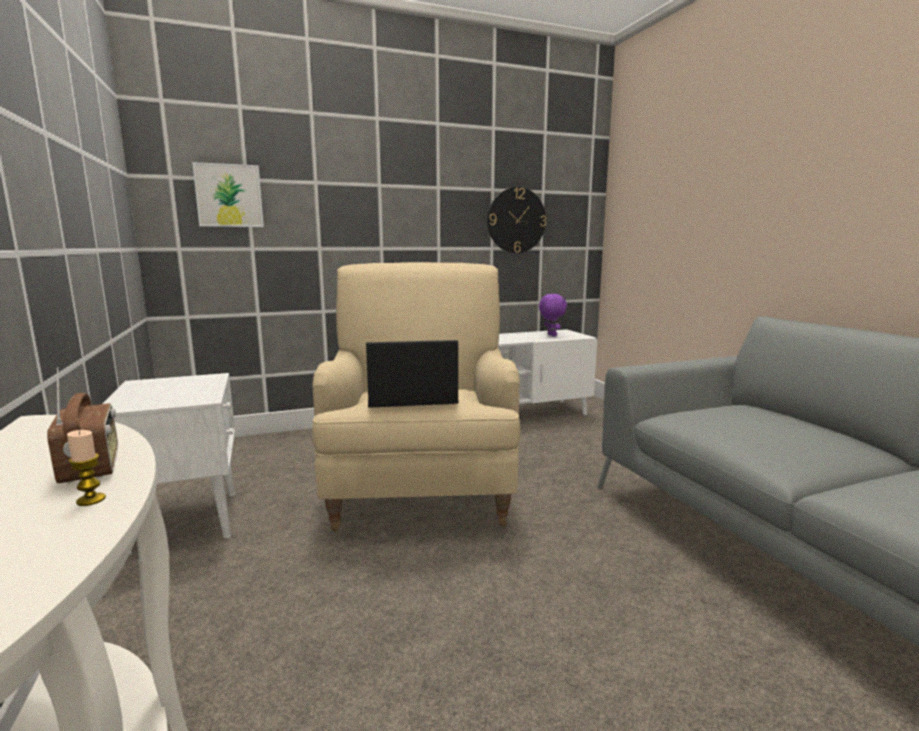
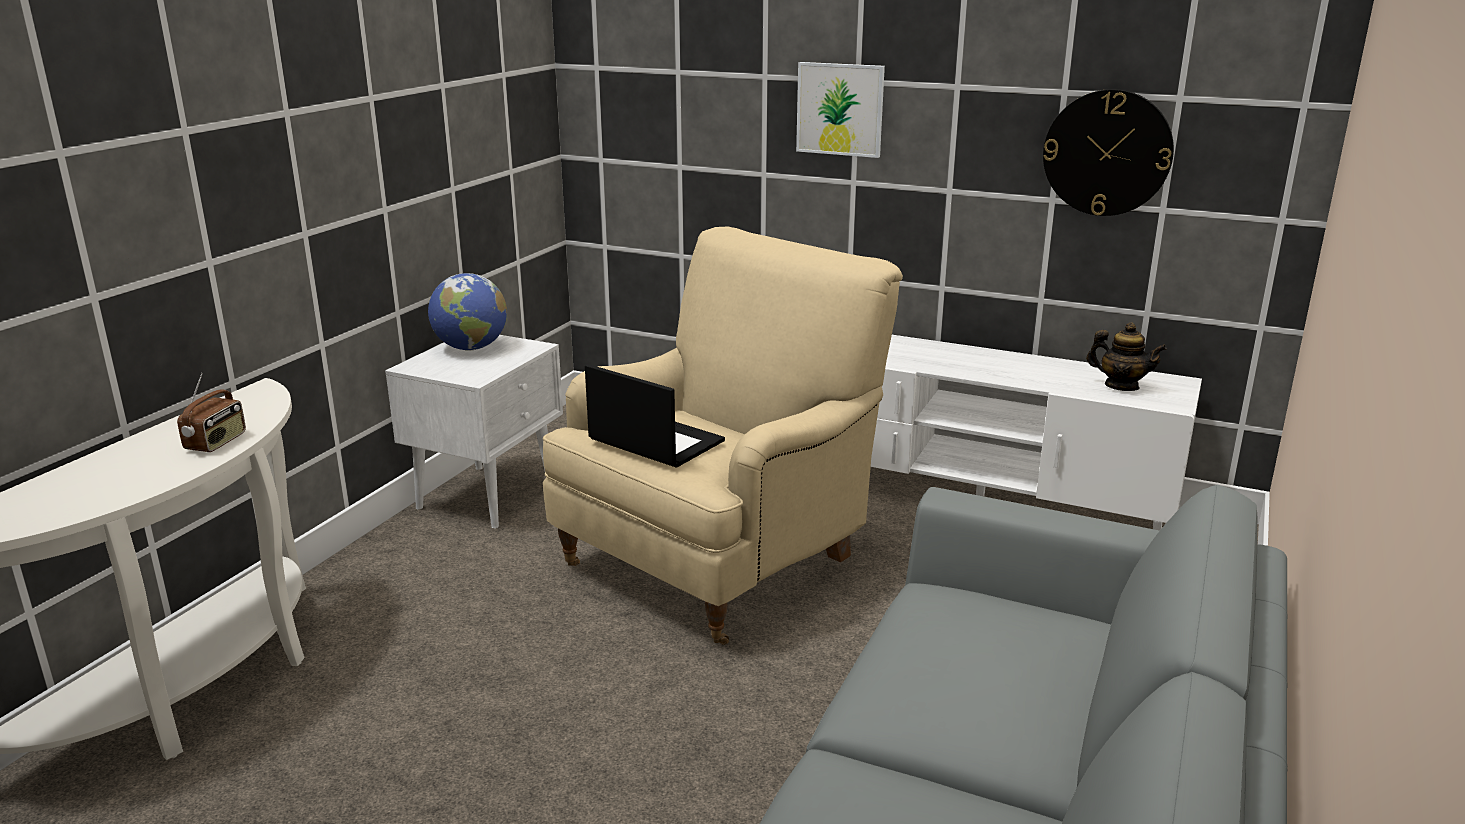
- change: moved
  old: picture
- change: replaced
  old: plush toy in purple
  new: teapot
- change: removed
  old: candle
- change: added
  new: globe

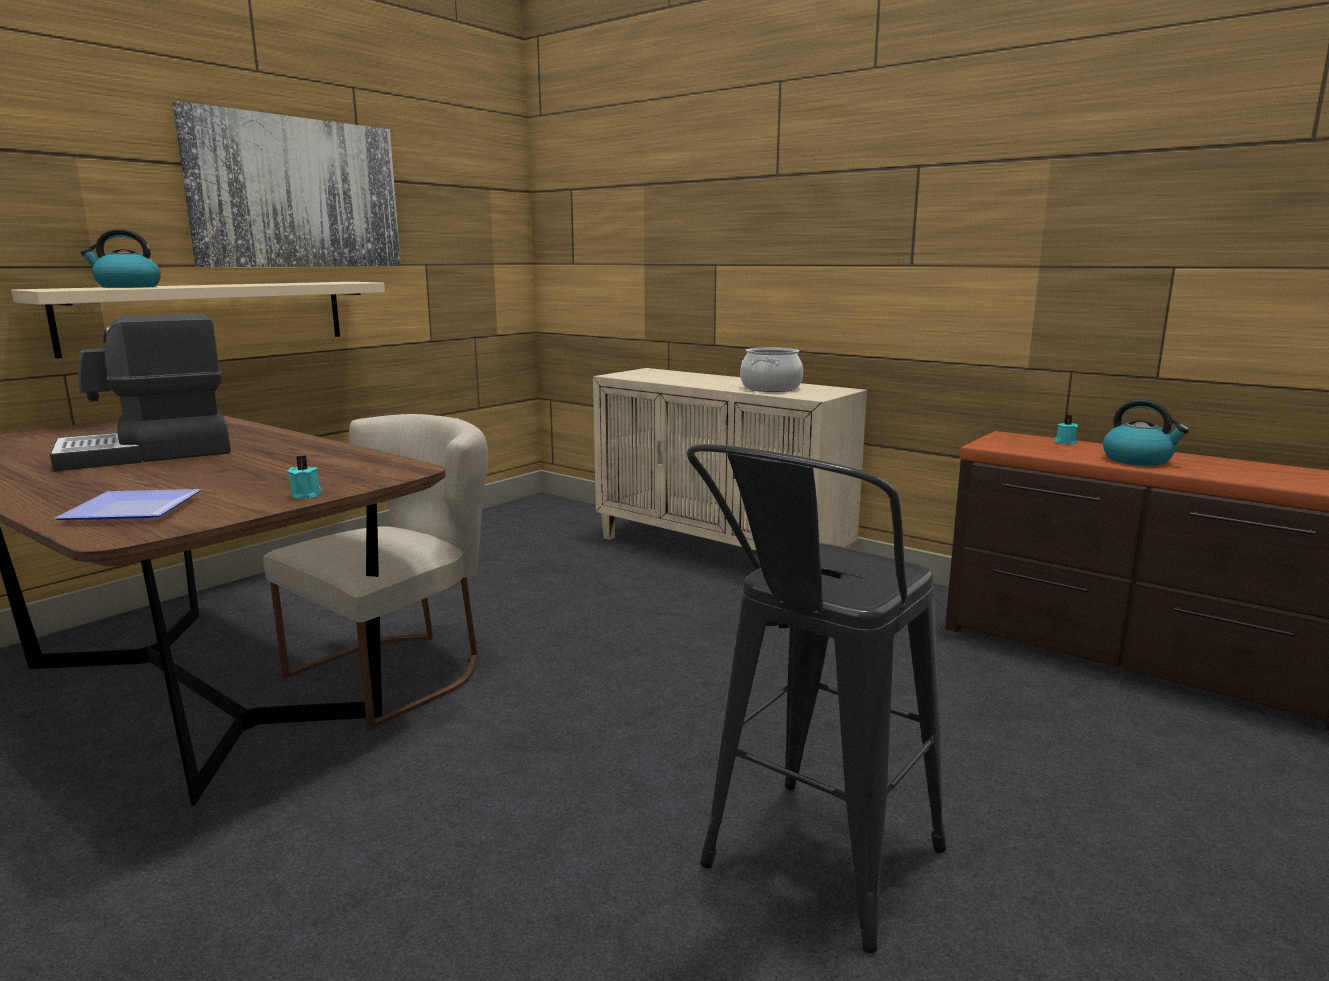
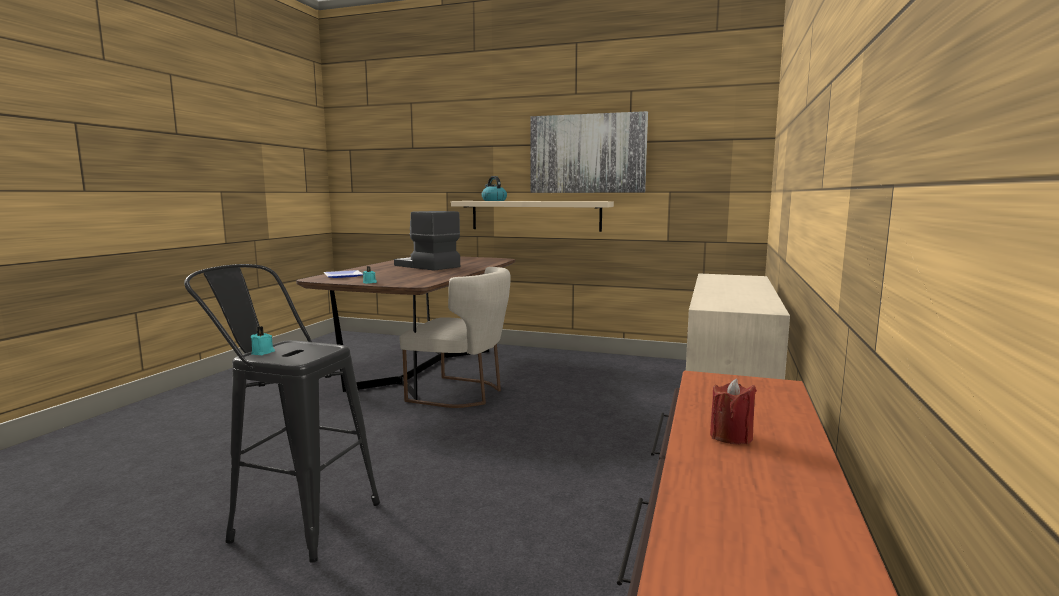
- change: removed
  old: cooking pot
- change: replaced
  old: kettle (2nd from left)
  new: candle in red
- change: moved
  old: candle in turquoise (2nd from left in the first image)
  new: candle in turquoise (1st from left)

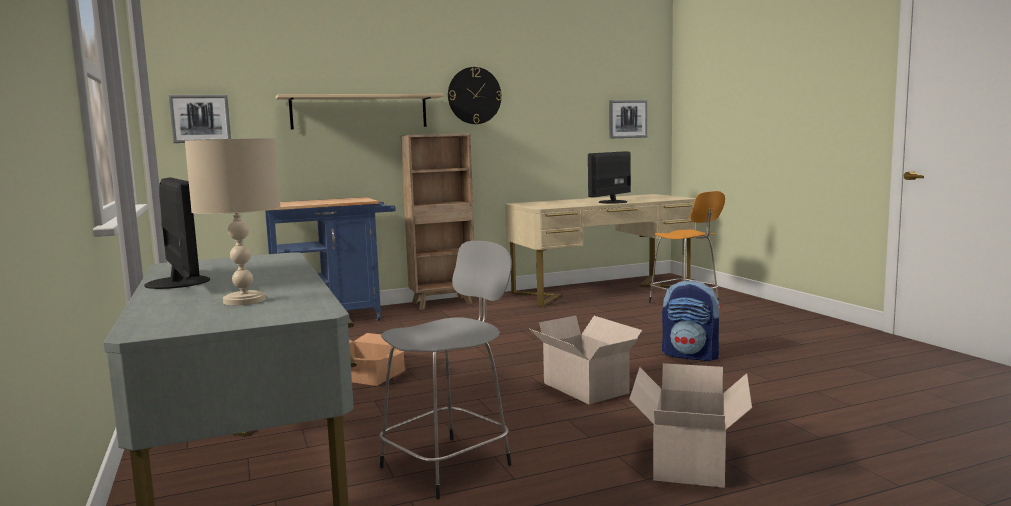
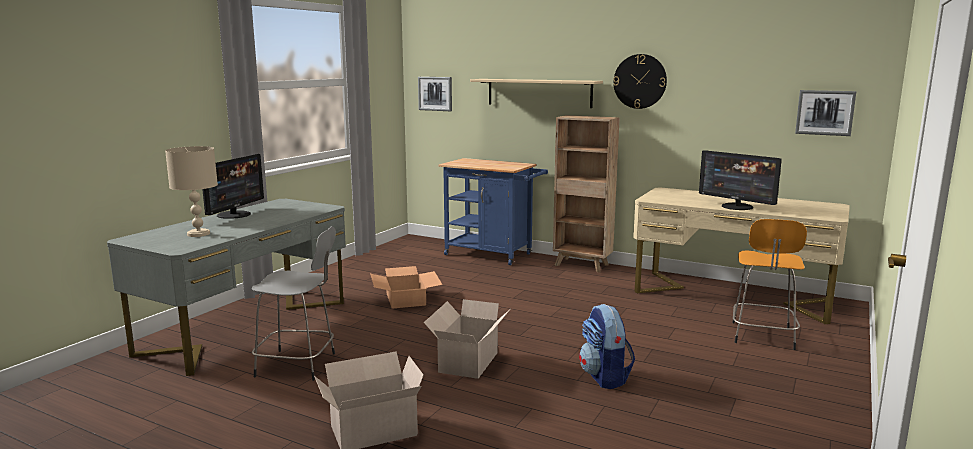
- change: turned
  old: monitor (2nd from left)
  degrees: -135

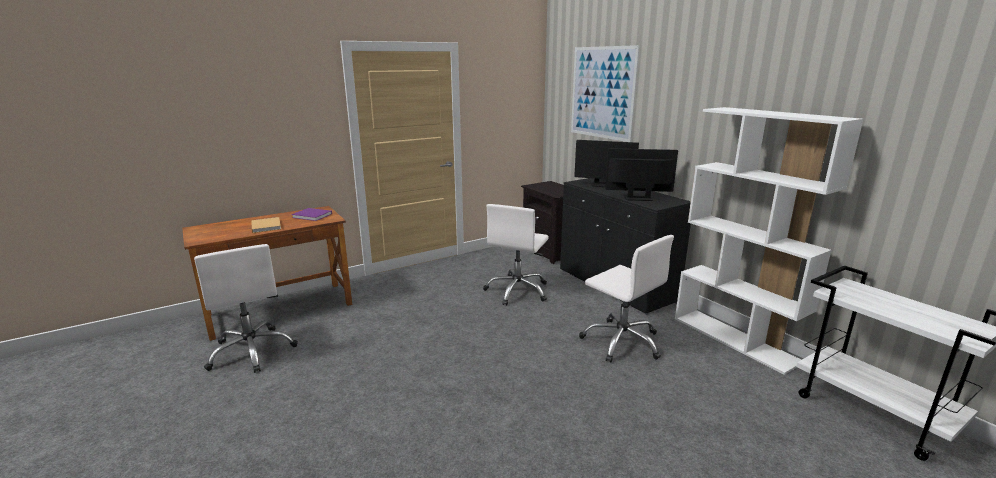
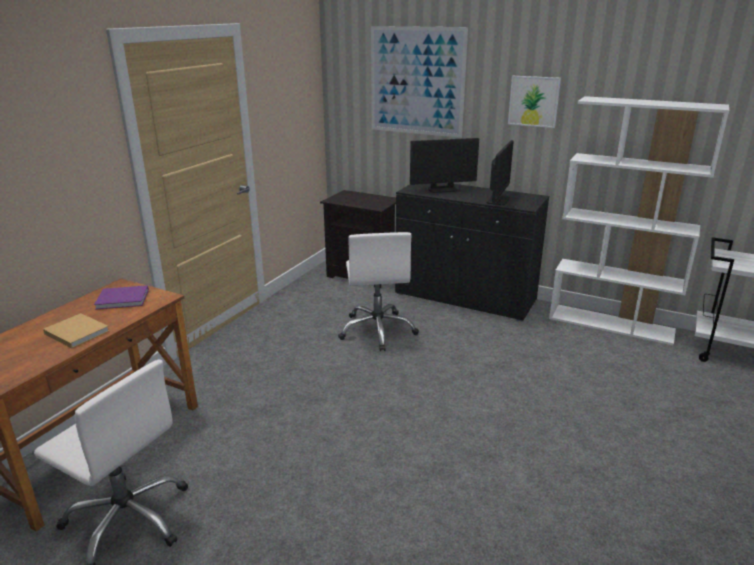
- change: turned
  old: monitor (2nd from left)
  degrees: 135
- change: removed
  old: office chair in white (3rd from left)
- change: added
  new: picture (2nd from left)

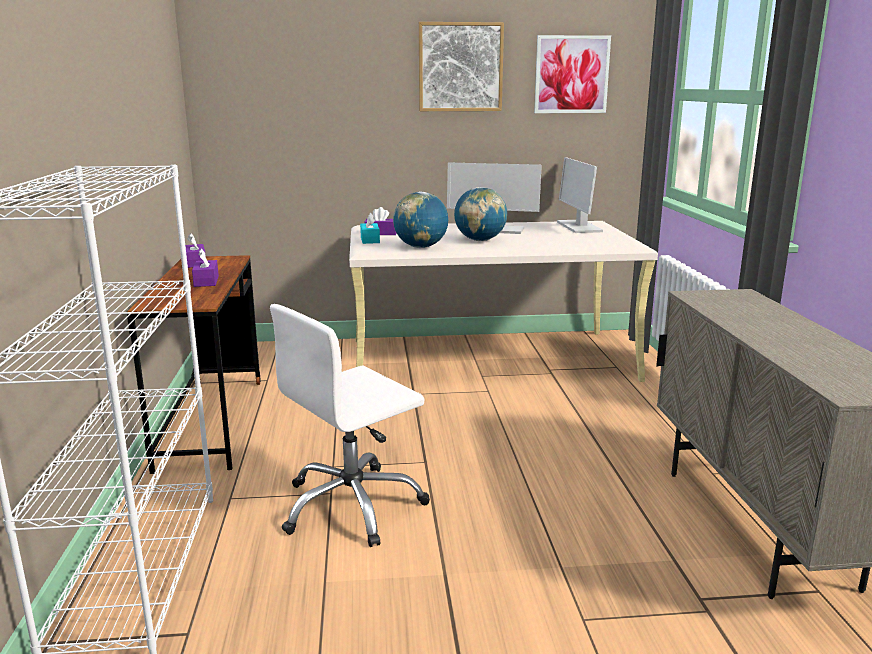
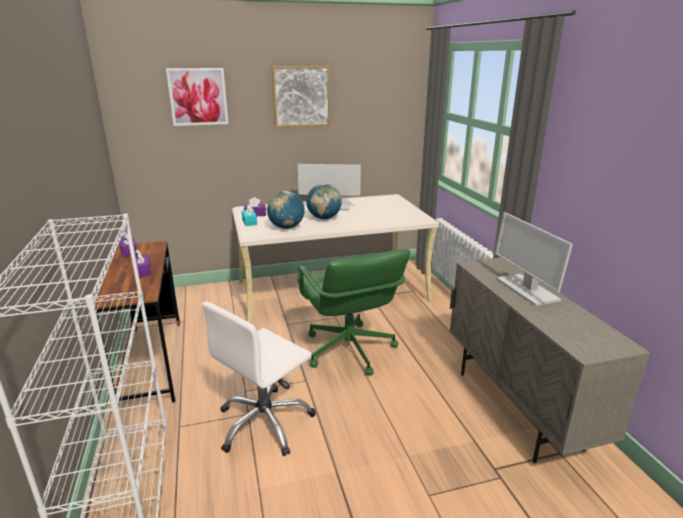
- change: moved
  old: picture (2nd from left in the first image)
  new: picture (1st from left)
- change: moved
  old: monitor (2nd from left)
- change: added
  new: office chair in green

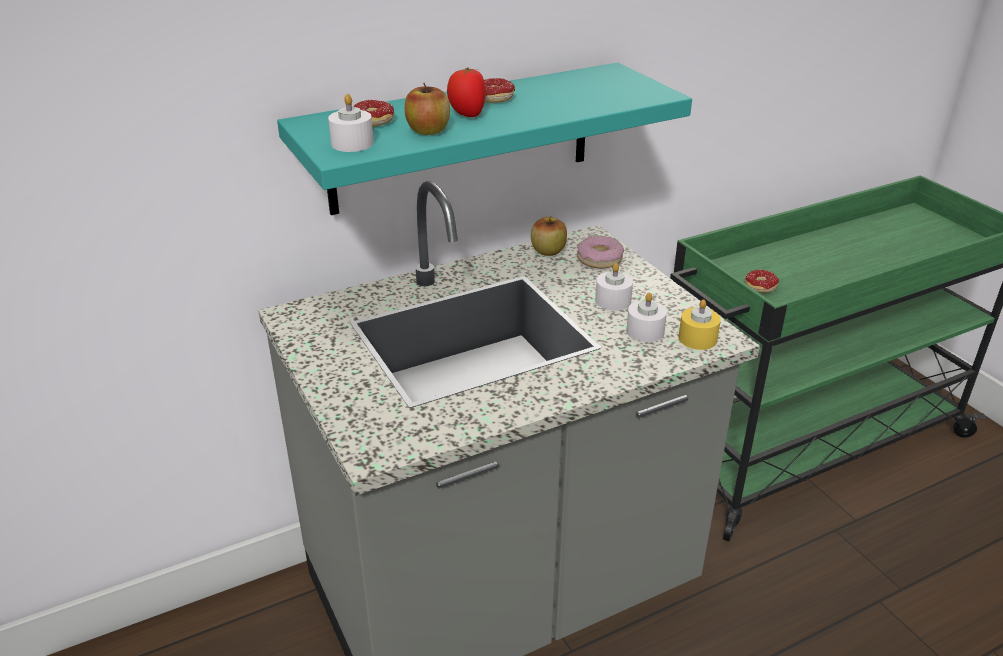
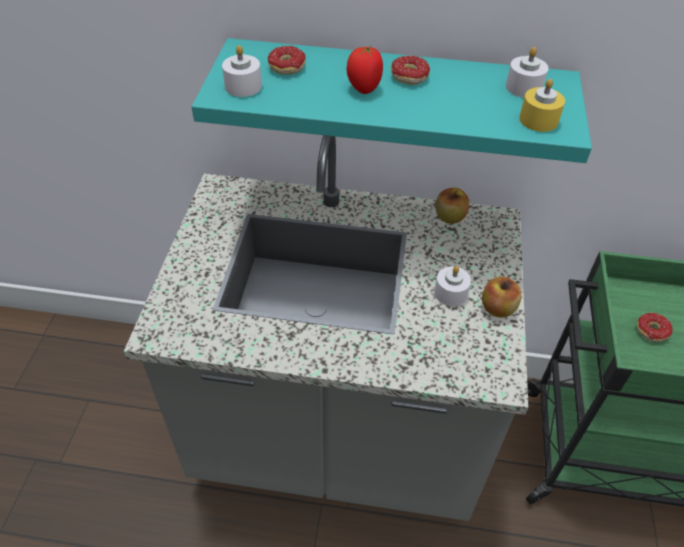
- change: moved
  old: apple (1st from left in the first image)
  new: apple (2nd from left)
- change: removed
  old: donut (3rd from left)
- change: moved
  old: candle in white (3rd from left)
- change: moved
  old: candle in yellow

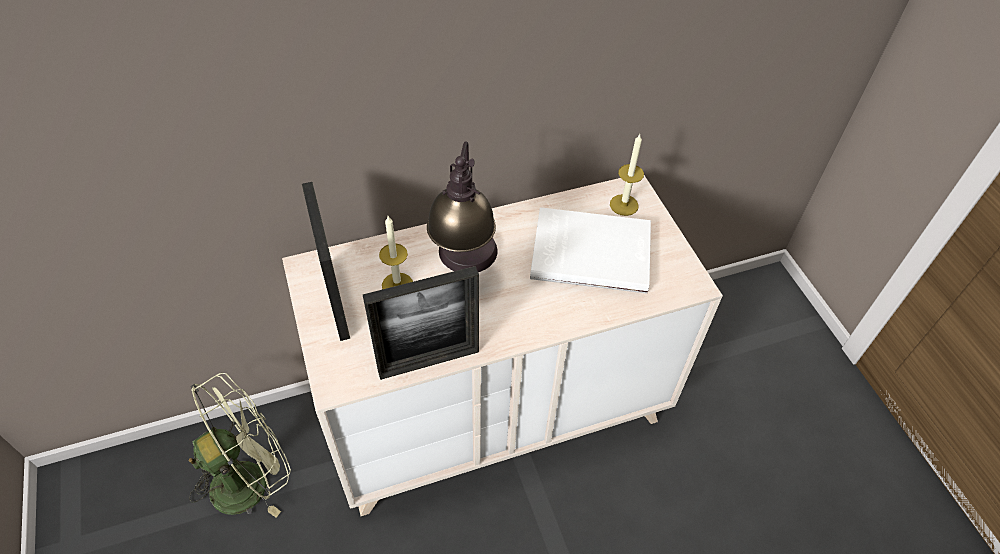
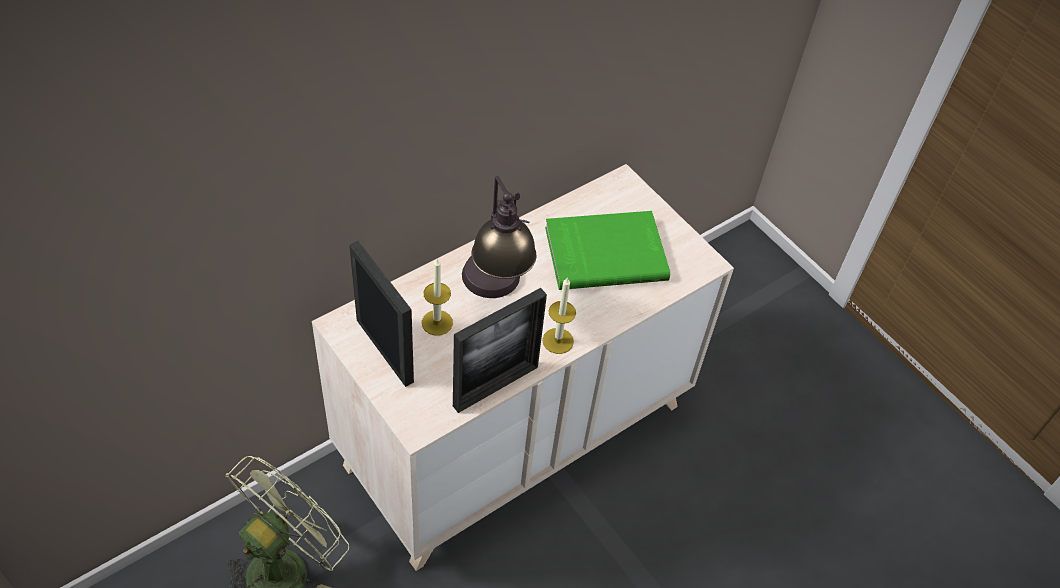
- change: moved
  old: candle (2nd from left)
- change: recoloured
  old: book in white
  new: book in green

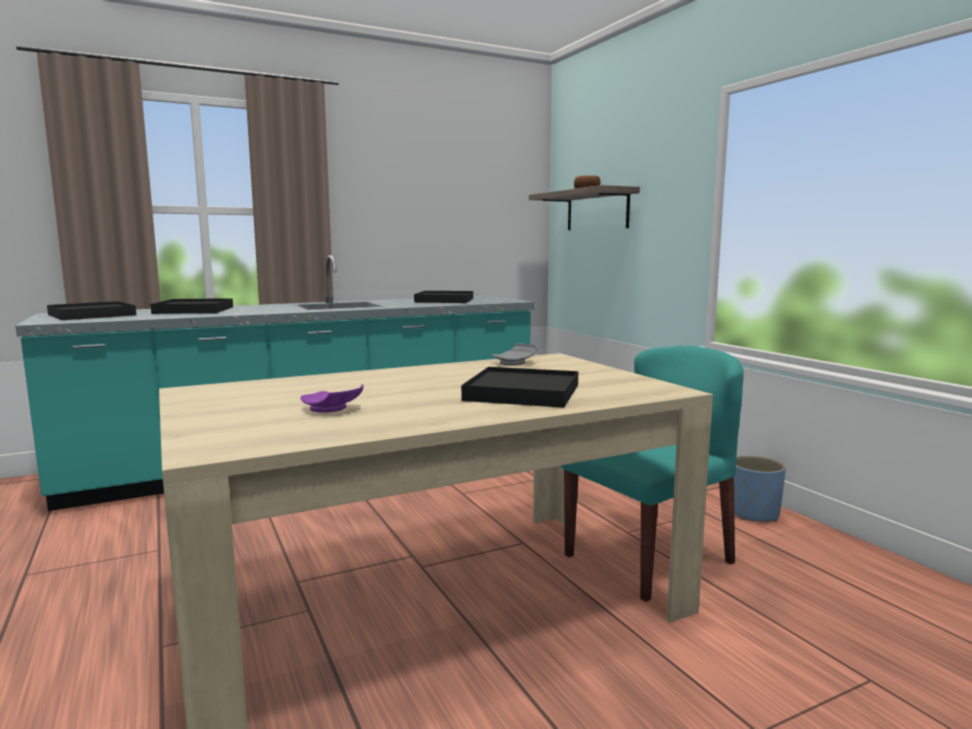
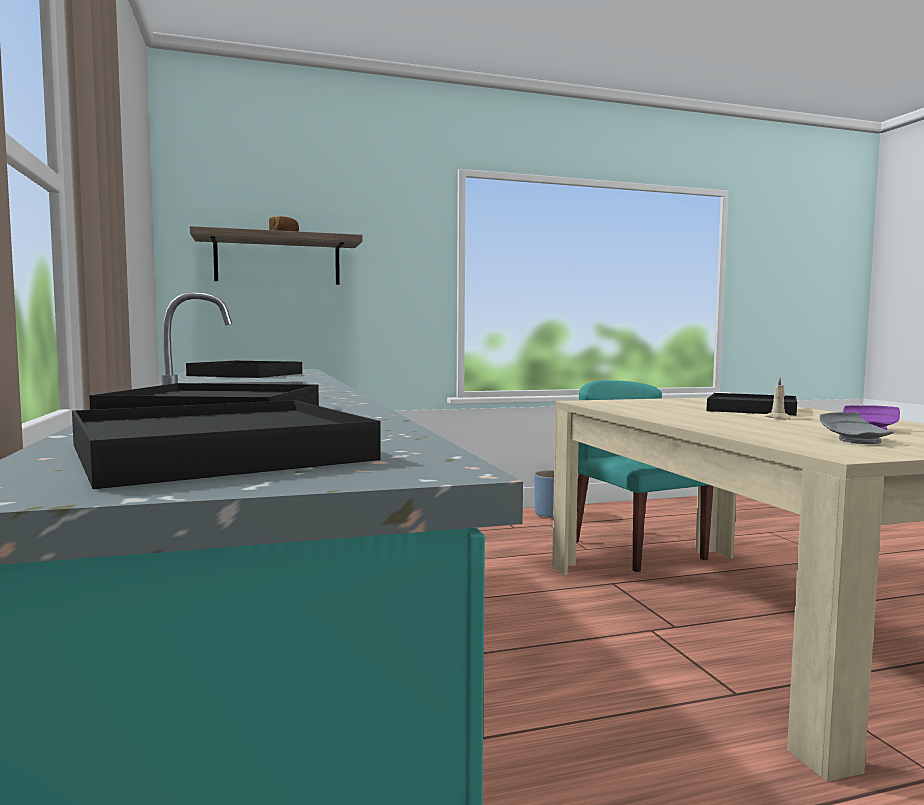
- change: moved
  old: plate in grey
- change: added
  new: candle in beige

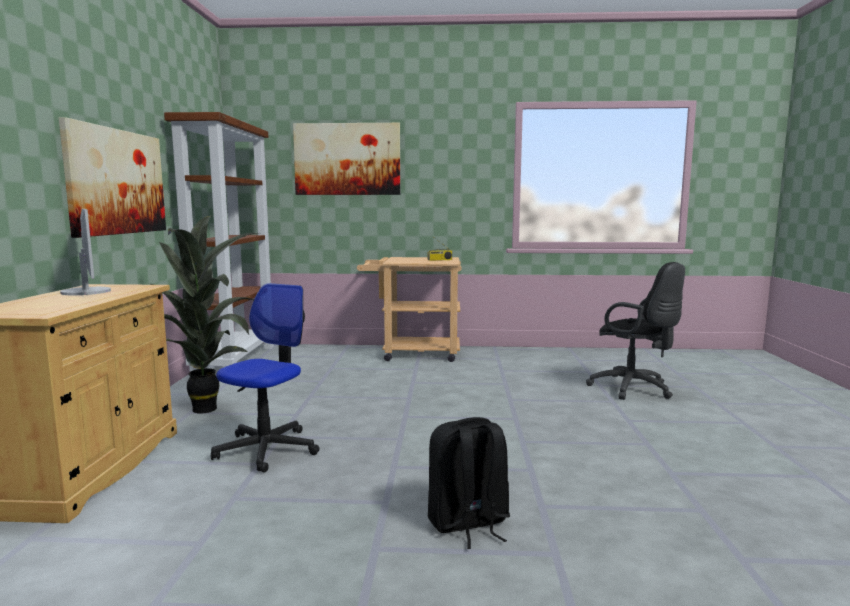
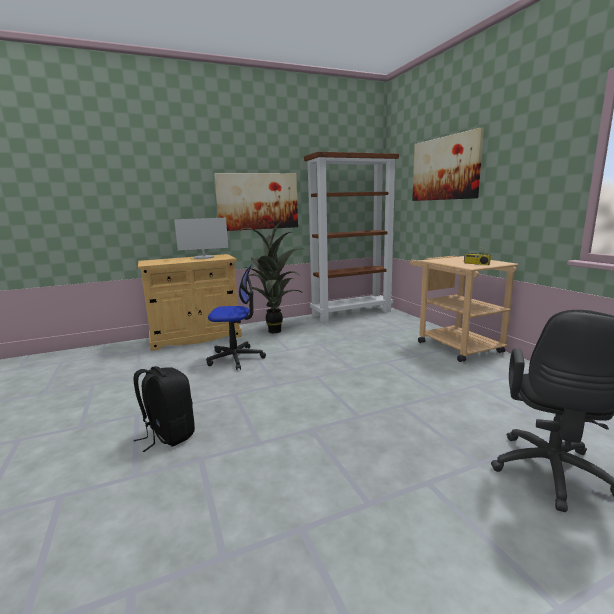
- change: turned
  old: monitor
  degrees: 45

